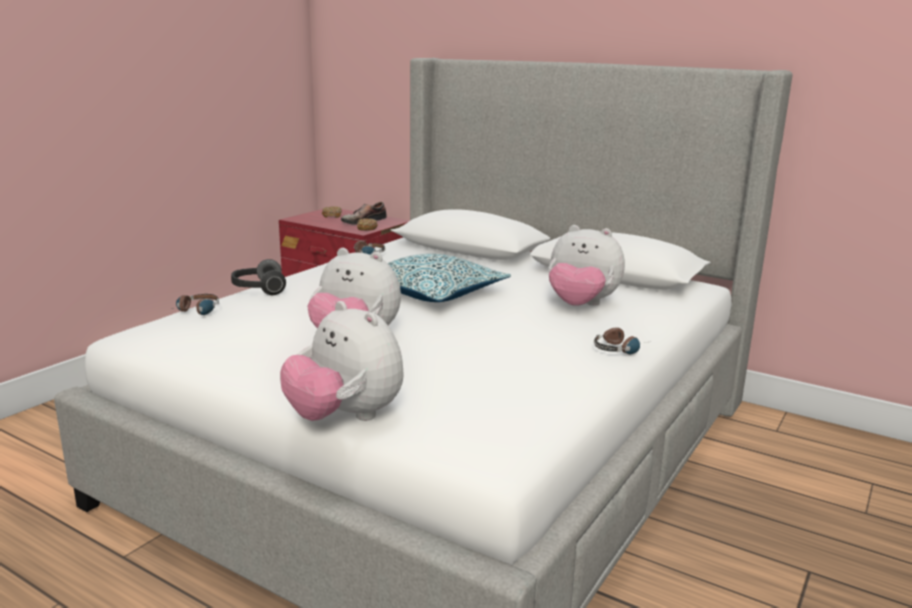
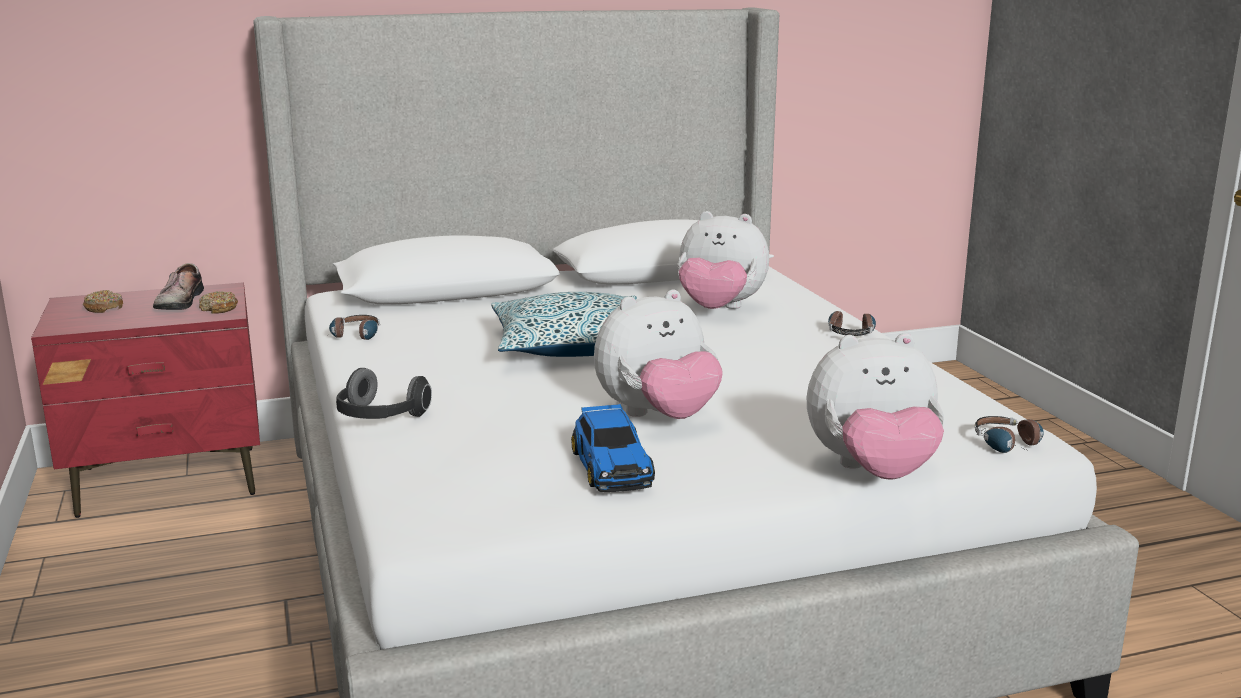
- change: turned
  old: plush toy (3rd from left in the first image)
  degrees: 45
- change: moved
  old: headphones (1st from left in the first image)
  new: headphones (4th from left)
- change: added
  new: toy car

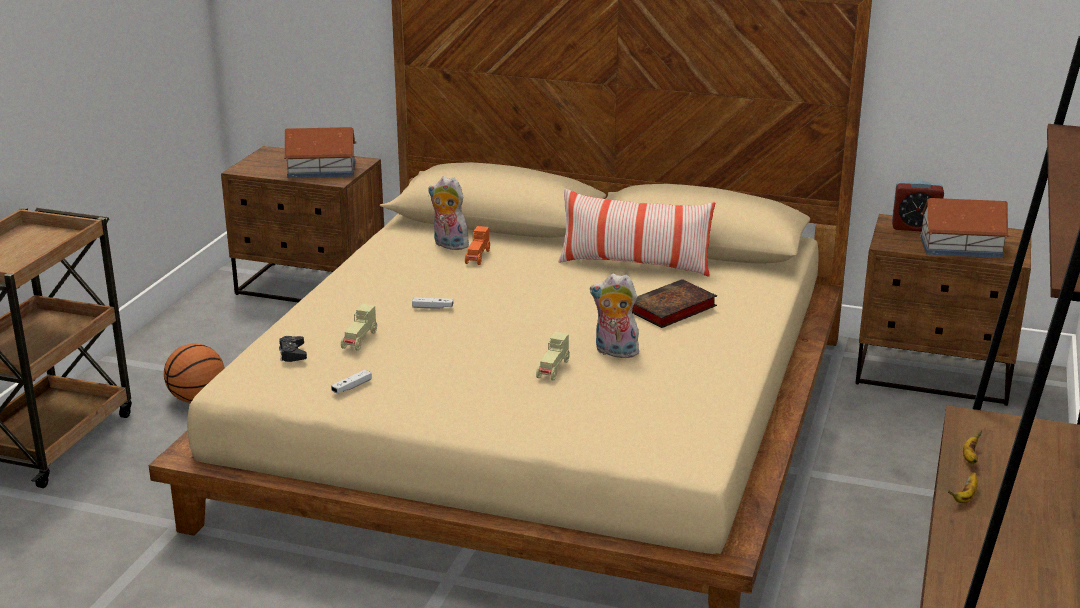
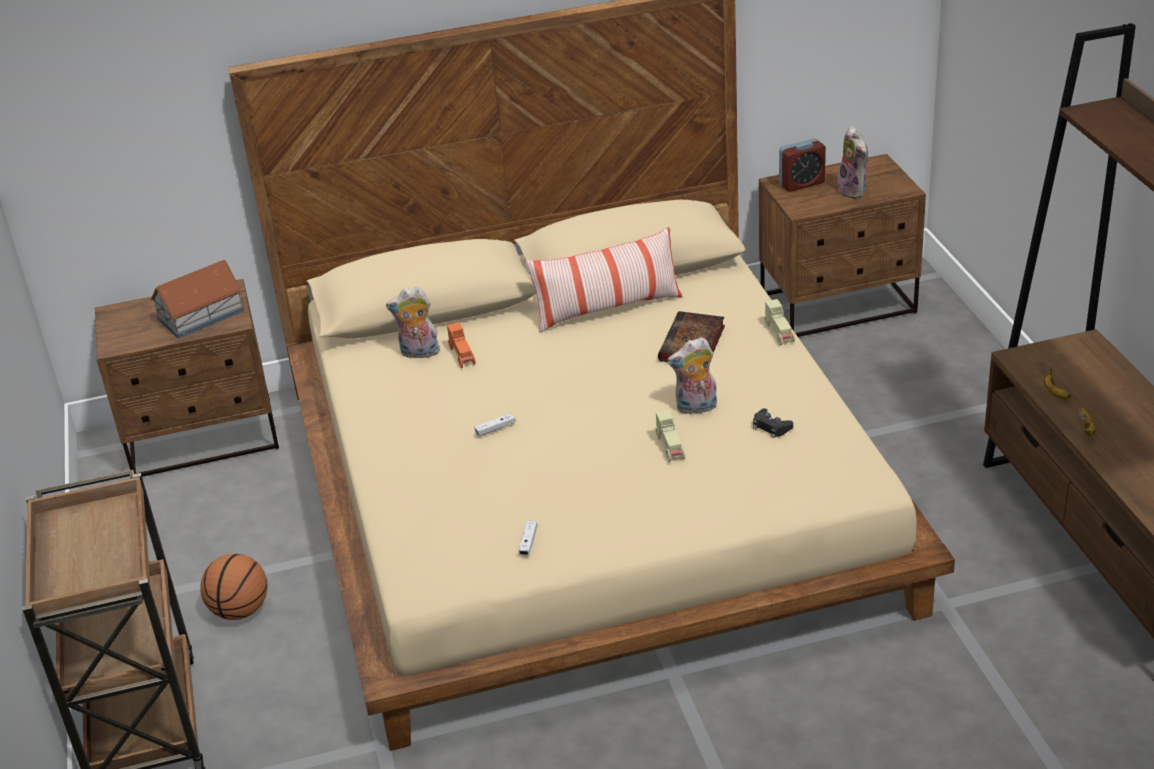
- change: replaced
  old: toy house (2nd from left)
  new: plush toy (3rd from left)
- change: moved
  old: toy car in beige (1st from left in the first image)
  new: toy car in beige (2nd from left)
- change: moved
  old: game controller in black

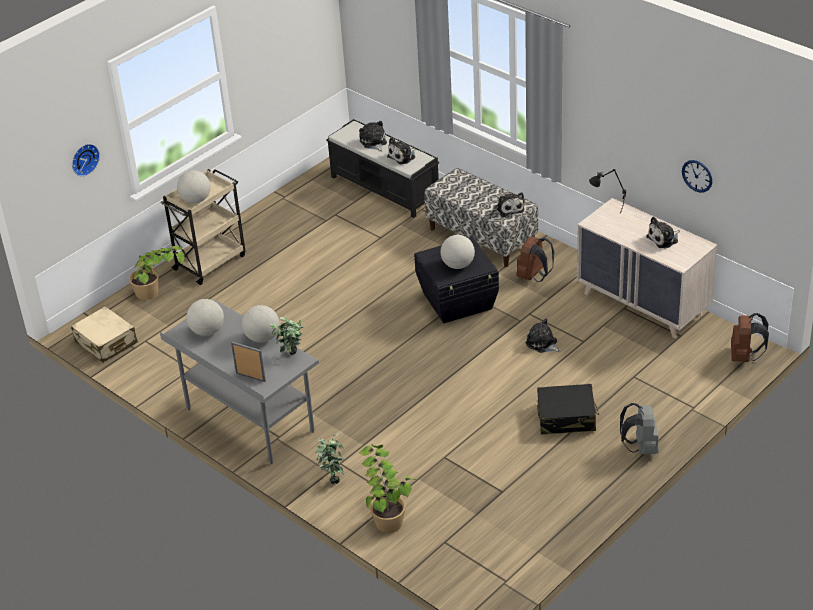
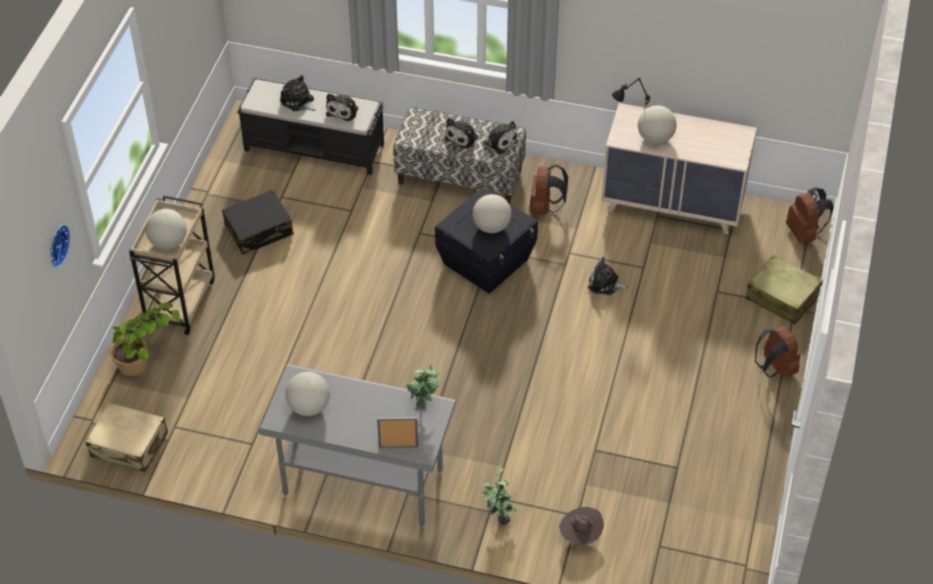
- change: removed
  old: wall clock (2nd from left)
- change: moved
  old: plush toy (5th from left in the first image)
  new: plush toy (3rd from left)
- change: moved
  old: globe (3rd from left in the first image)
  new: globe (4th from left)
- change: moved
  old: suitcase in black
- change: recoloured
  old: backpack in grey
  new: backpack in brown (2nd from left)
- change: replaced
  old: potted plant (4th from left)
  new: hat in brown
- change: added
  new: suitcase in beige (2nd from left)

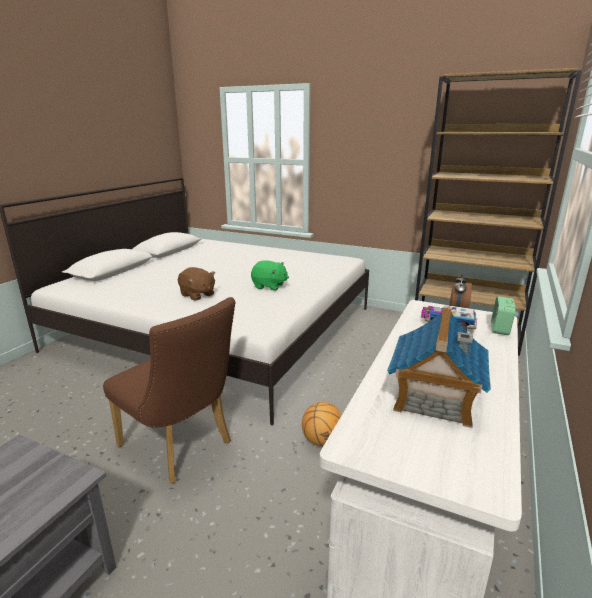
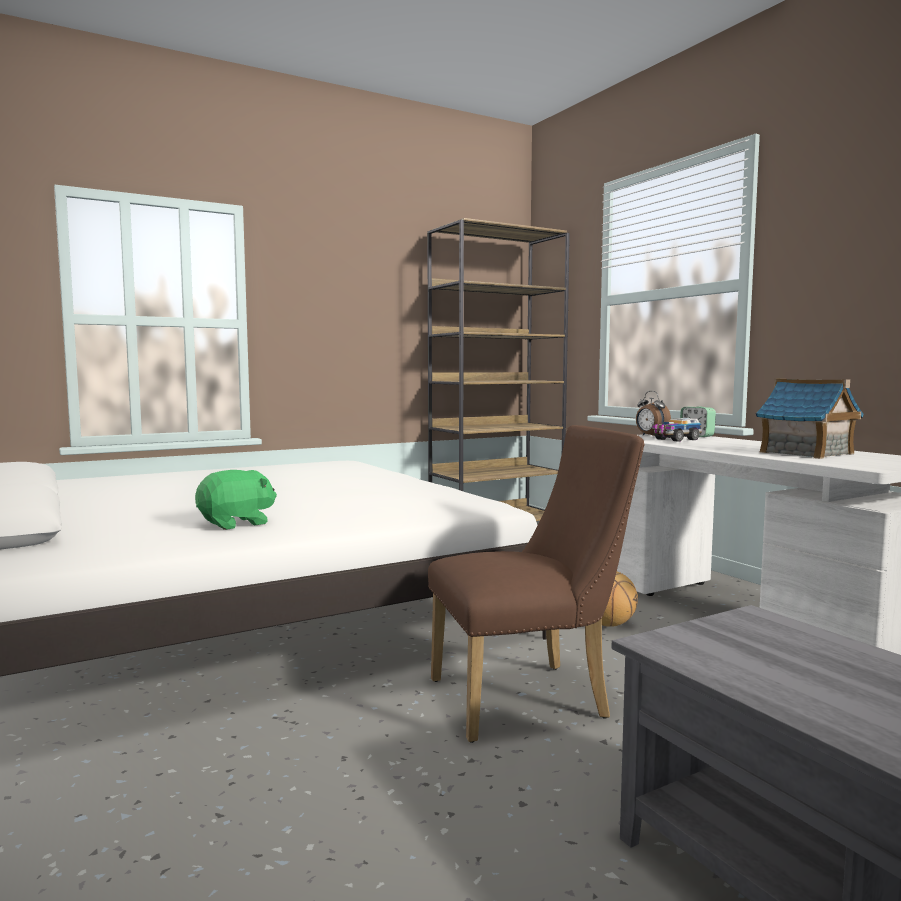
- change: moved
  old: plush toy in green
- change: removed
  old: plush toy in brown

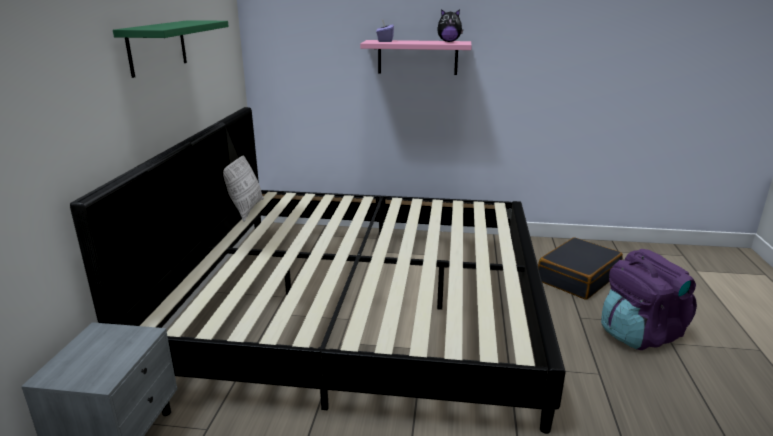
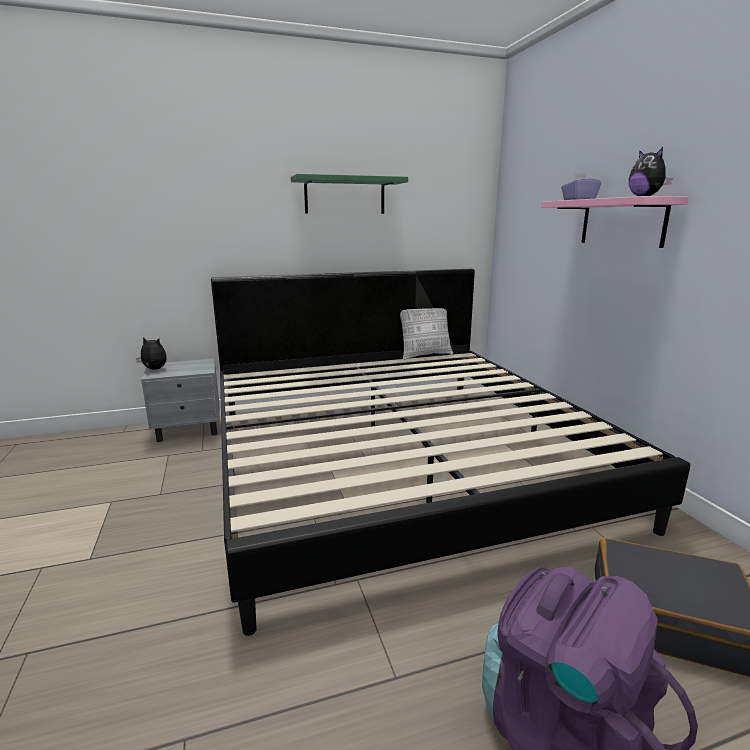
- change: added
  new: plush toy (1st from left)

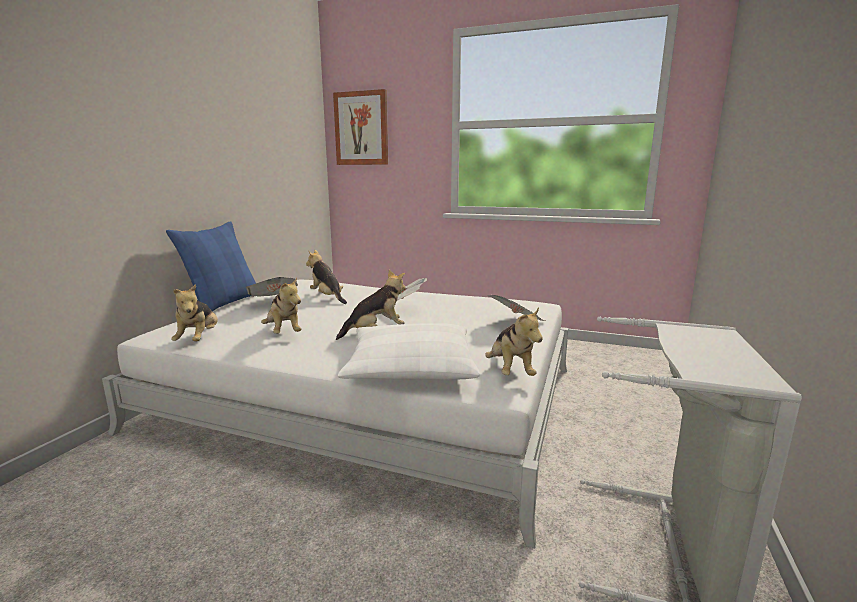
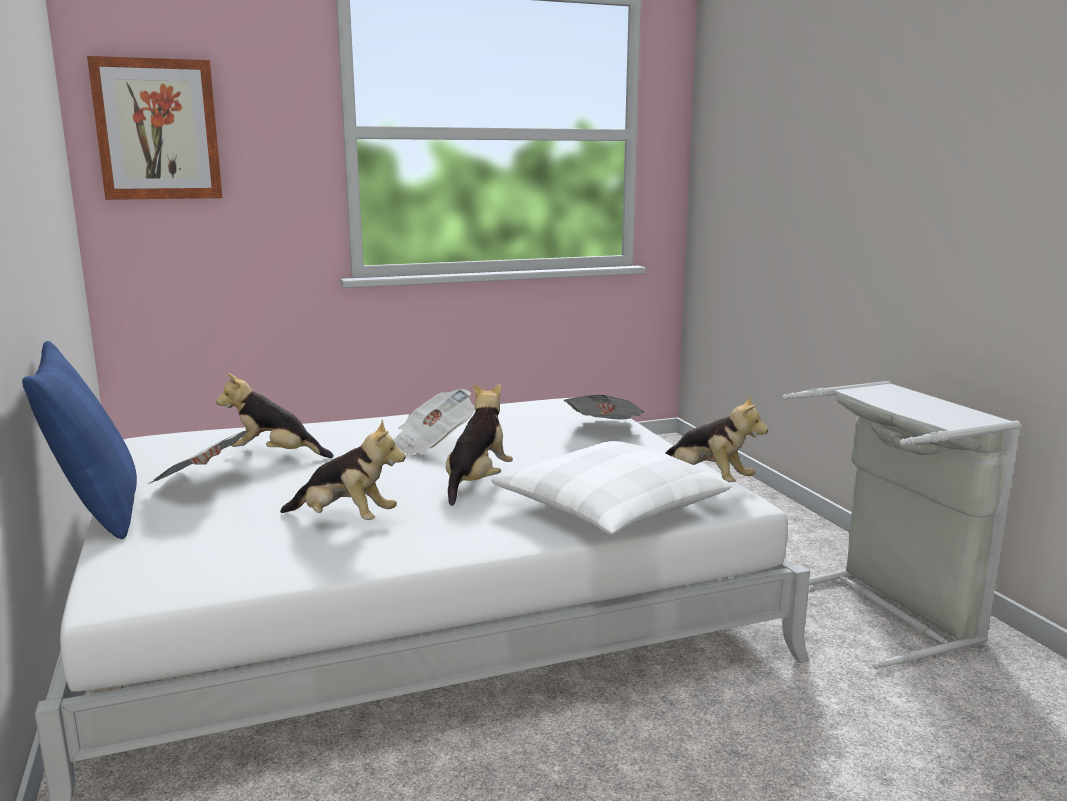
- change: removed
  old: plush toy (1st from left)

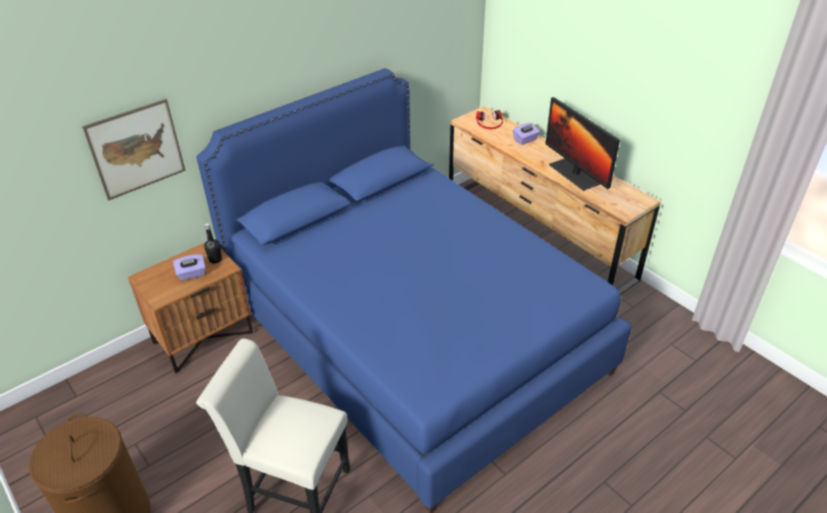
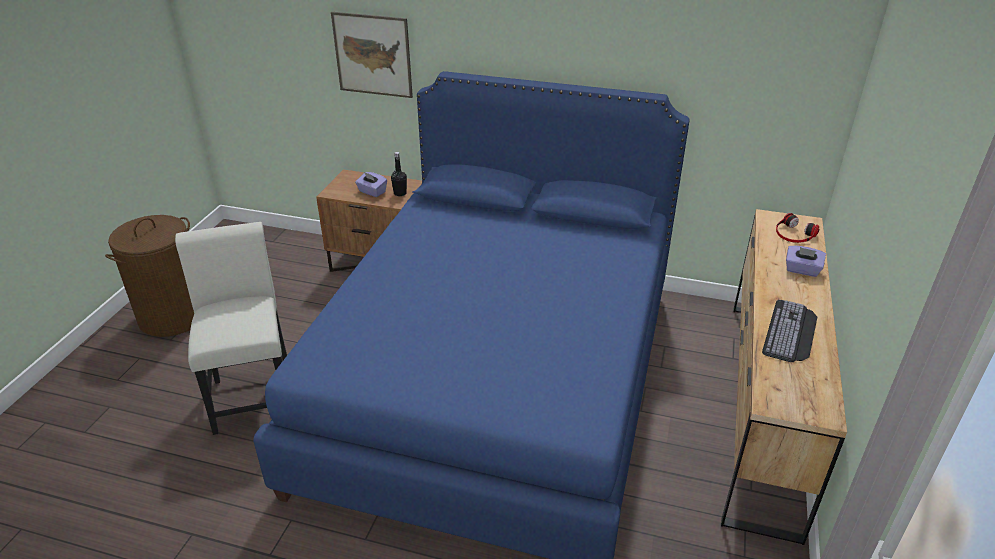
- change: replaced
  old: monitor
  new: keyboard

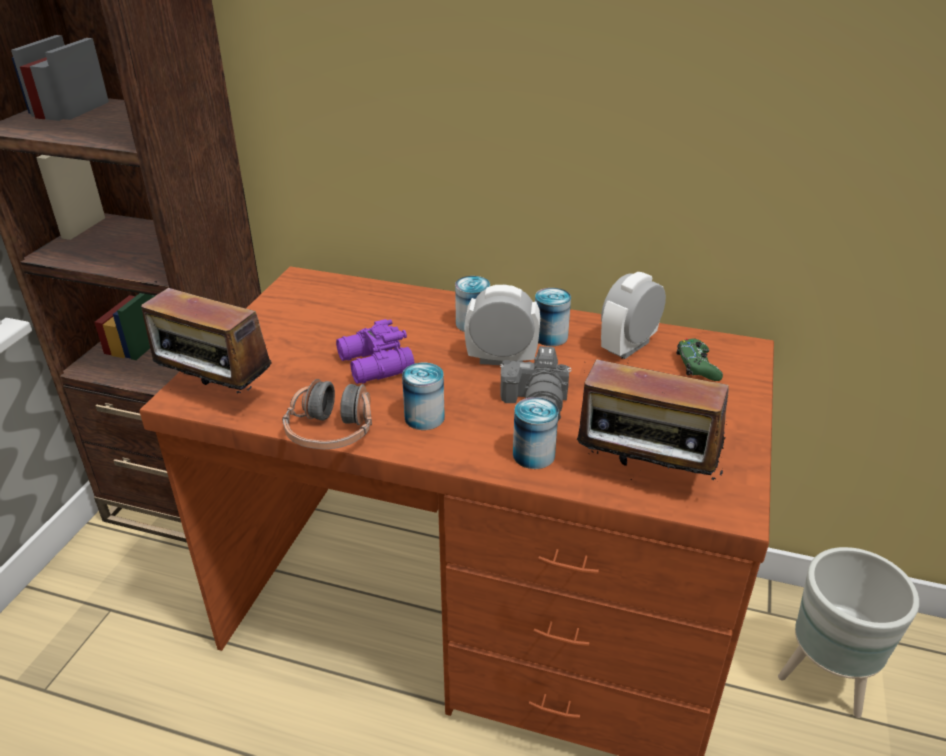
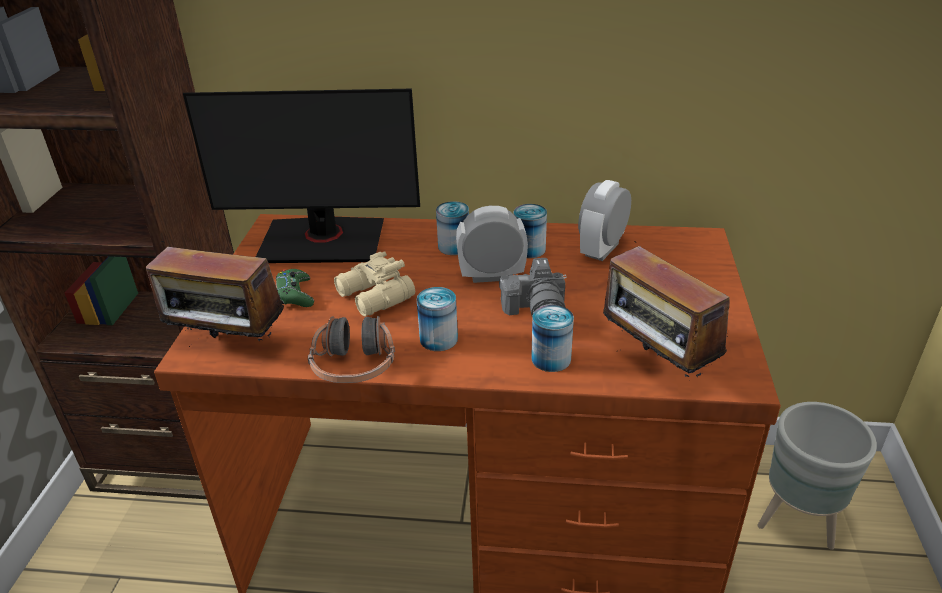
- change: recoloured
  old: binoculars in purple
  new: binoculars in beige
- change: moved
  old: game controller in green
- change: turned
  old: radio (2nd from left)
  degrees: 45
- change: added
  new: monitor

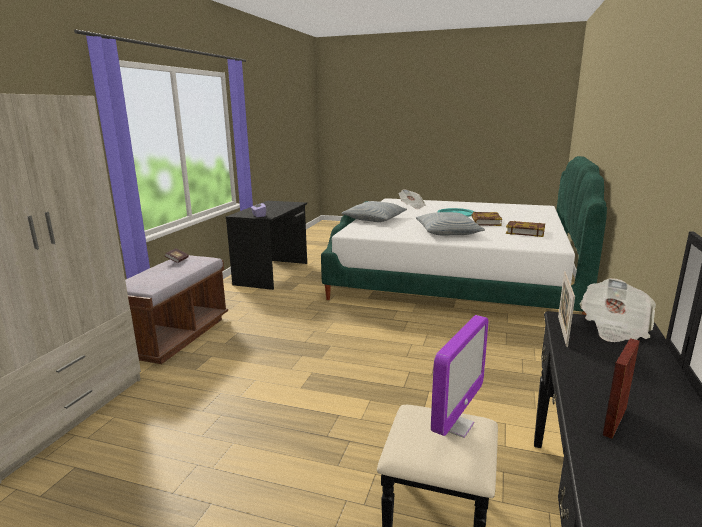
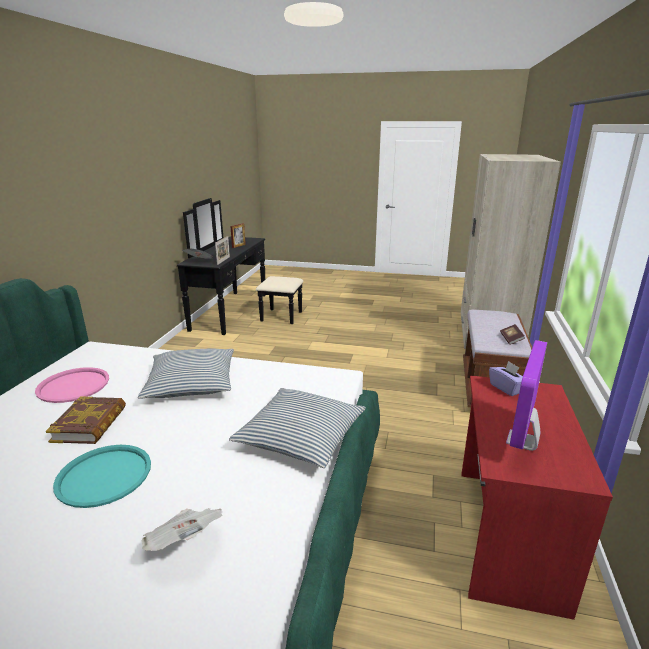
- change: recoloured
  old: desk in black
  new: desk in red
- change: replaced
  old: book (3rd from left)
  new: tray in pink
- change: moved
  old: monitor

